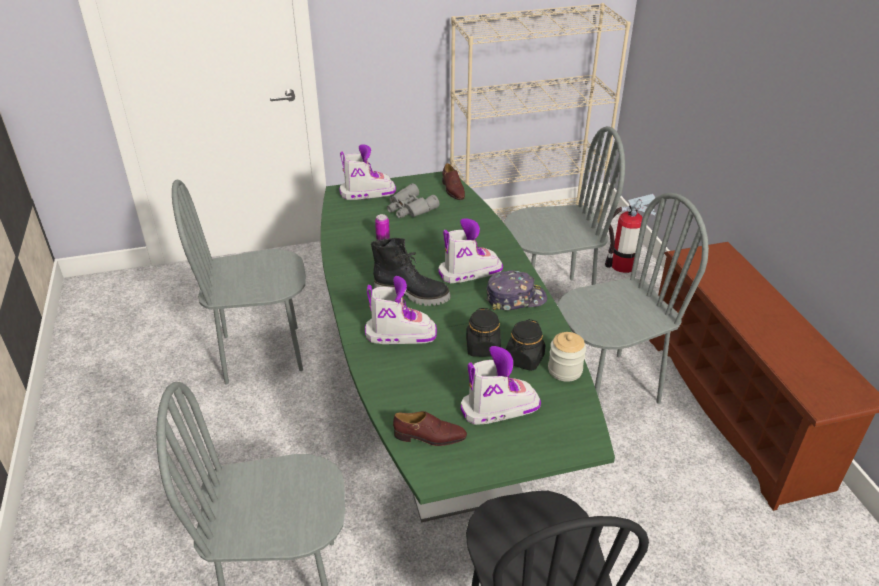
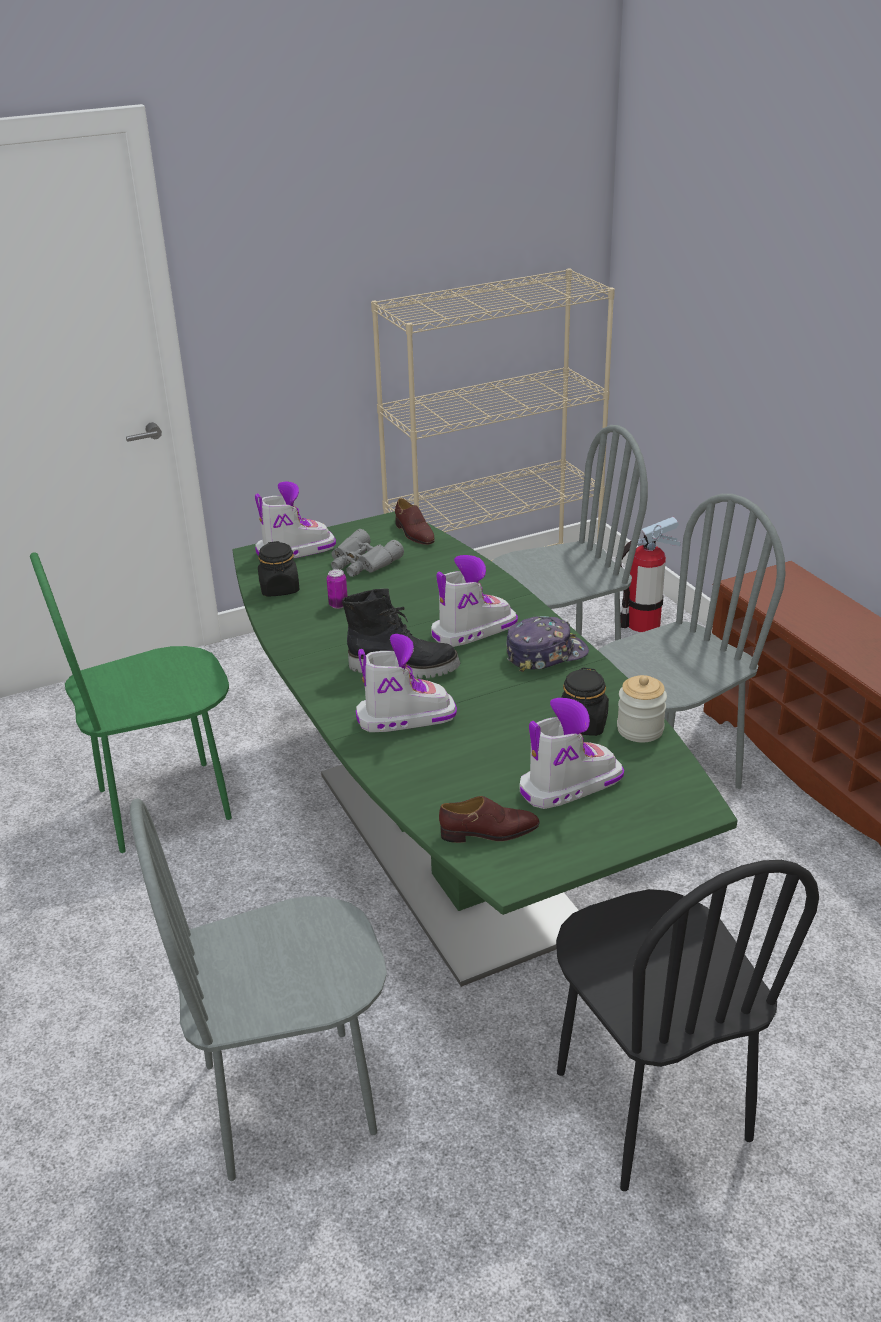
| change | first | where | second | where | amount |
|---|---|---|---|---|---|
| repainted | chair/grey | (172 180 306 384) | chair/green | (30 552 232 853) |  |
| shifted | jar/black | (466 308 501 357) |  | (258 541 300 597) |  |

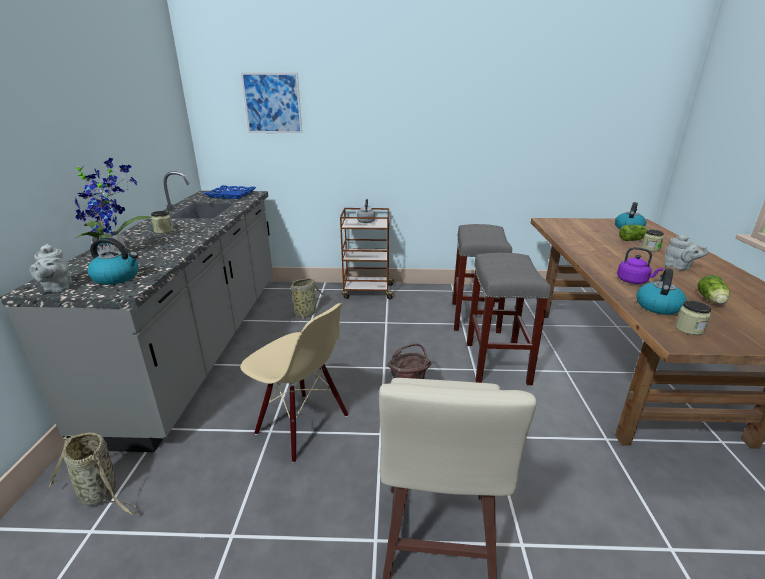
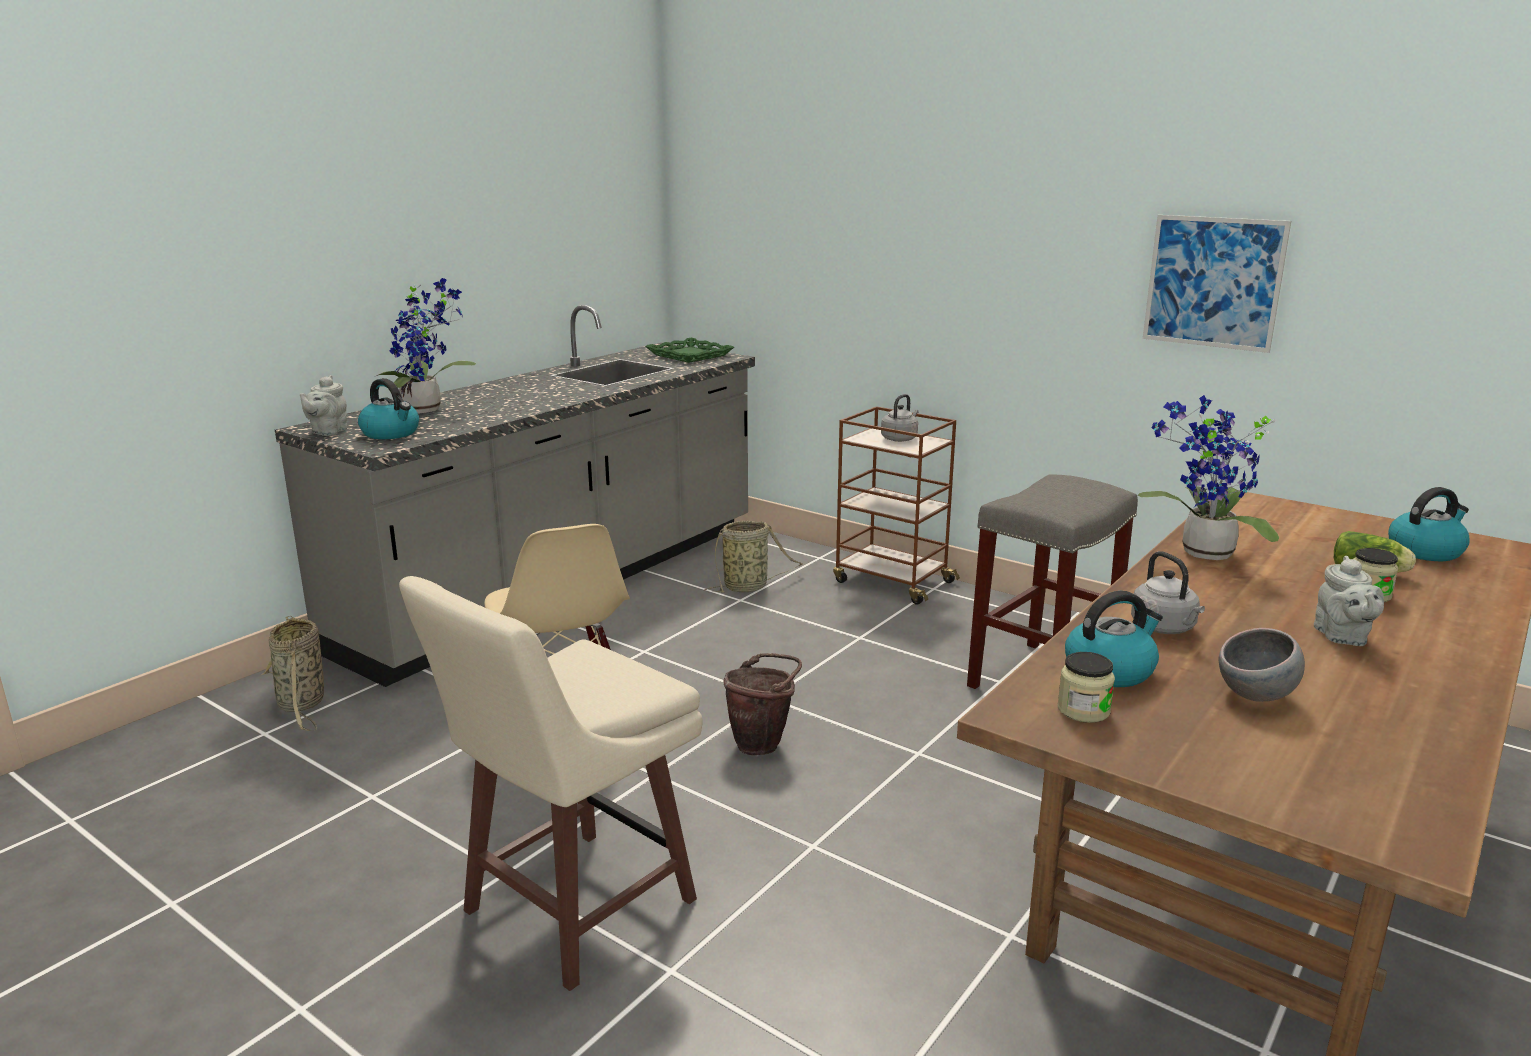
| change | first | where | second | where | amount |
|---|---|---|---|---|---|
| repainted | tray/blue | (204 185 256 199) | tray/green | (645 338 734 363) |  |
| repainted | kettle/purple | (617 247 663 284) | kettle/grey | (1131 551 1205 634) |  |
| new |  |  | potted plant | (1138 395 1279 560) |  |
| shifted | picture | (241 73 302 133) |  | (1143 215 1291 353) |  |
| swapped | lettuce | (697 275 730 304) | bowl/grey | (1218 628 1305 702) |  |
| gone | jar | (151 211 173 233) |  |  |  |
| gone | stool/grey | (467 253 551 385) |  |  |  |

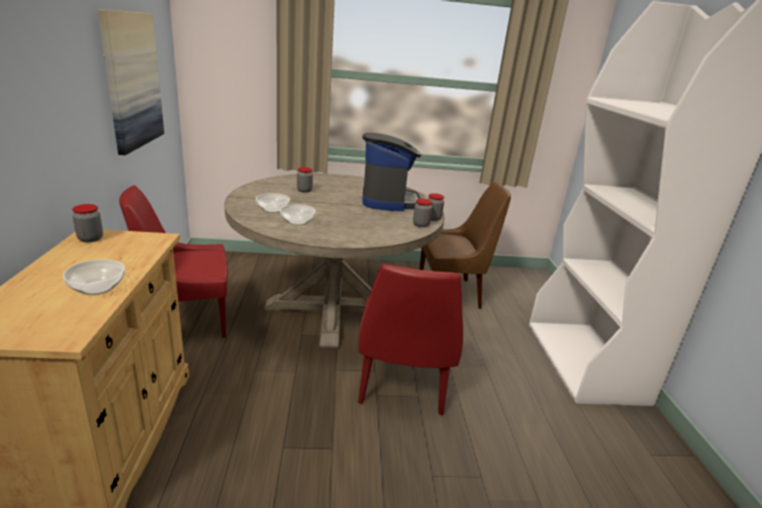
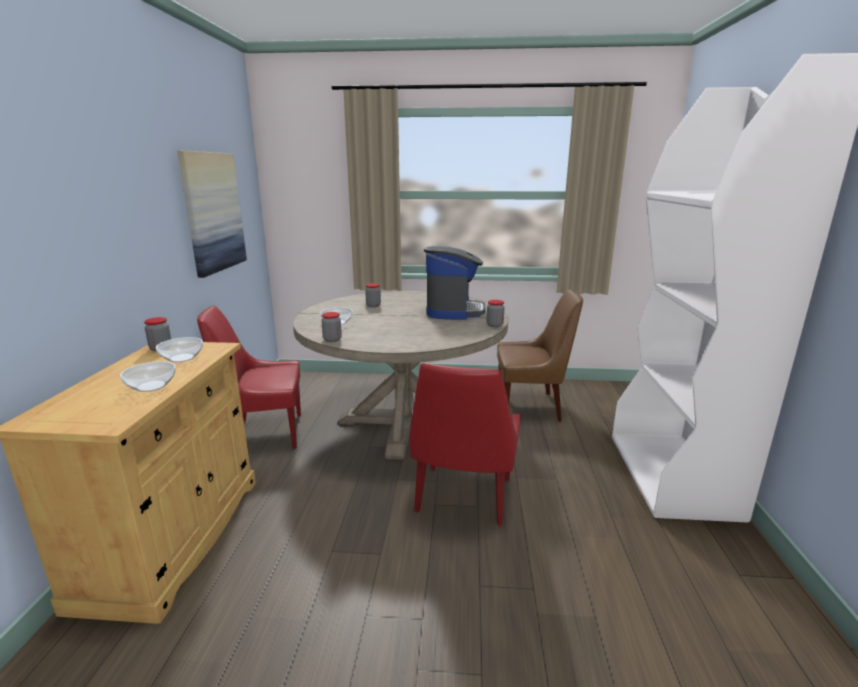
| change | first | where | second | where | amount |
|---|---|---|---|---|---|
| shifted | bowl | (280 204 316 225) |  | (156 337 203 362) |  |
| shifted | jar | (413 199 433 227) |  | (322 312 342 342) |  |

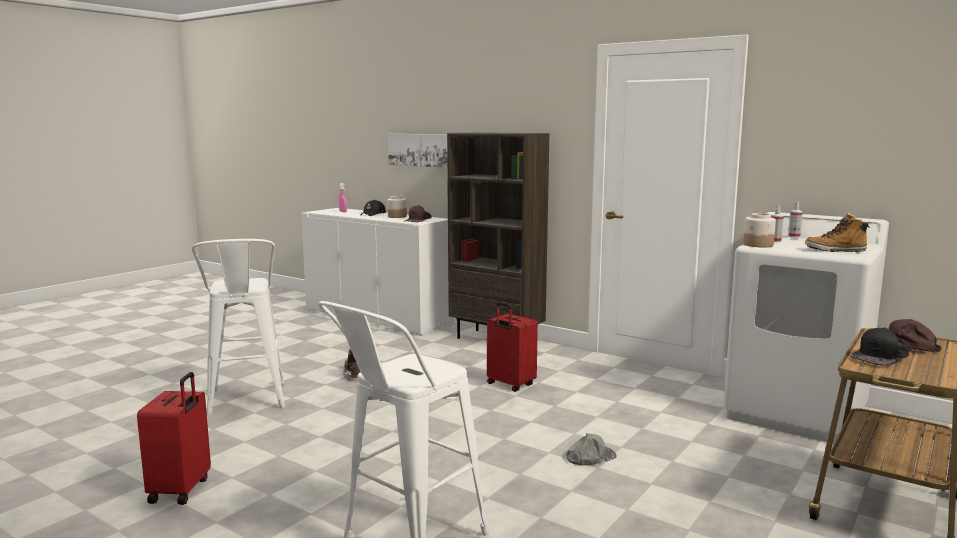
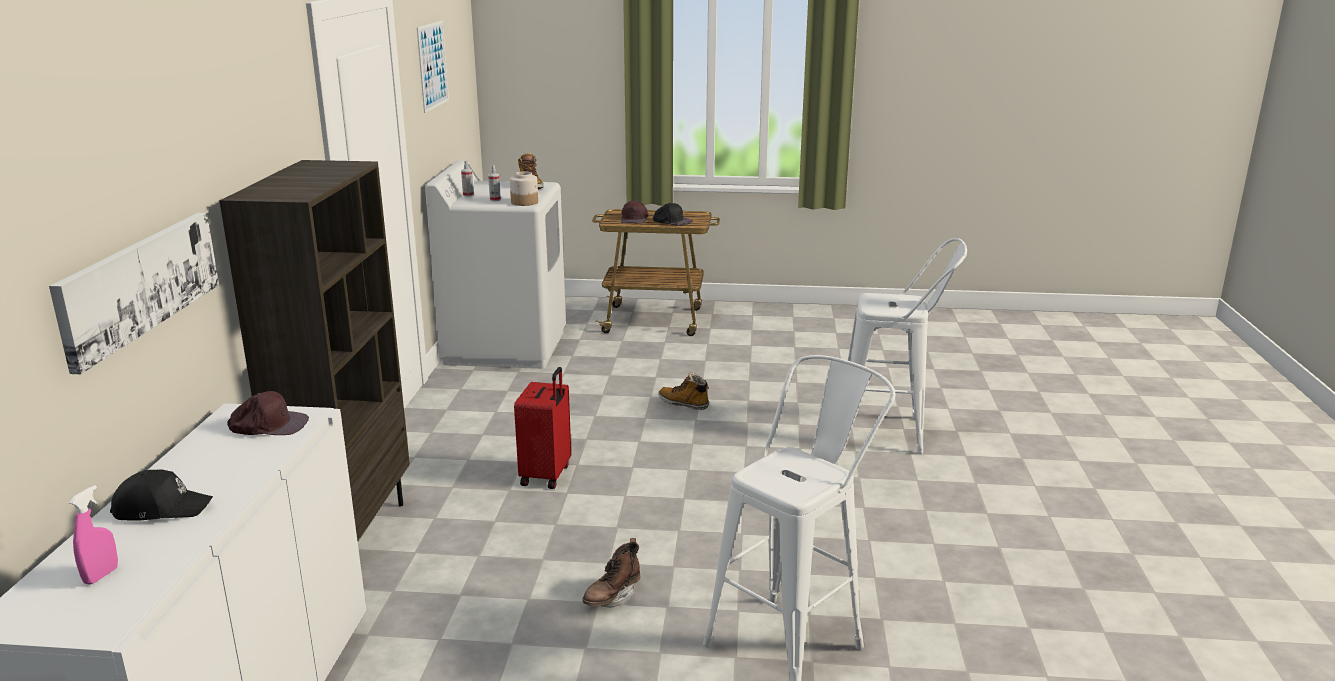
| change | first | where | second | where | amount |
|---|---|---|---|---|---|
| new |  |  | picture | (417 20 449 113) |  |
| swapped | cap/grey | (566 433 617 465) | boot | (658 372 709 410) |  |
| gone | suitcase/red | (137 372 211 505) |  |  |  |
| gone | jar | (387 196 407 218) |  |  |  |

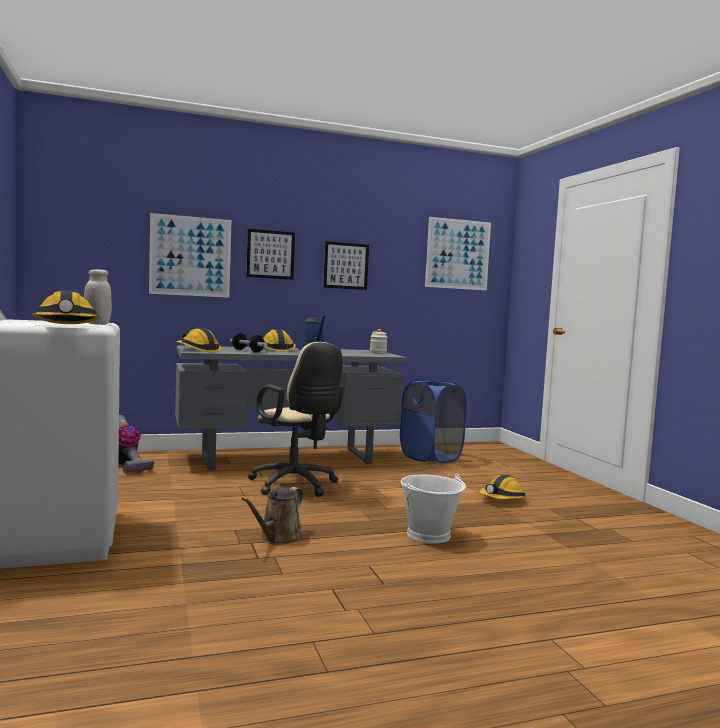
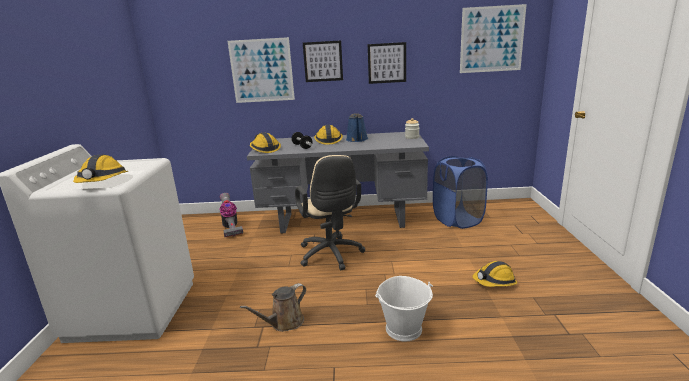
| change | first | where | second | where | amount |
|---|---|---|---|---|---|
| gone | jar/white | (84 269 112 325) |  |  |  |

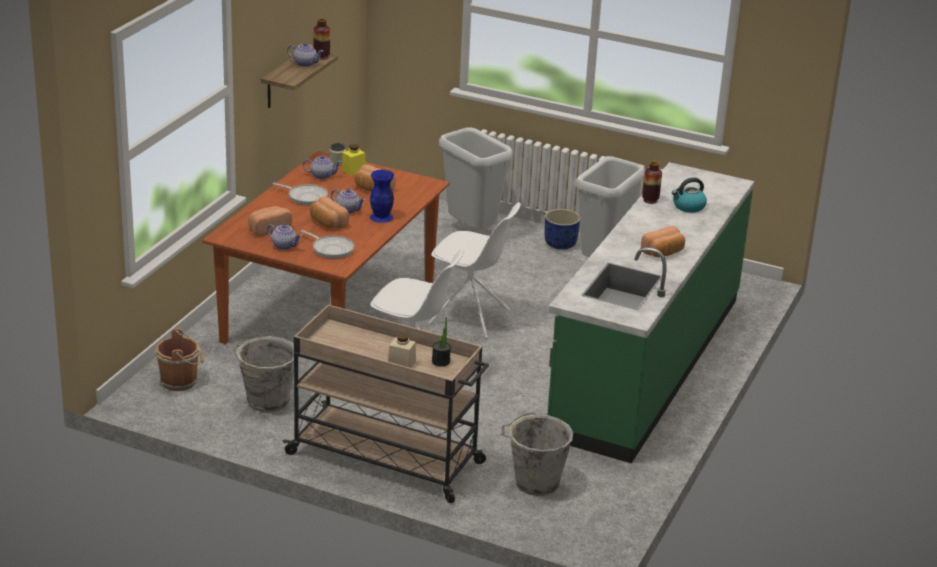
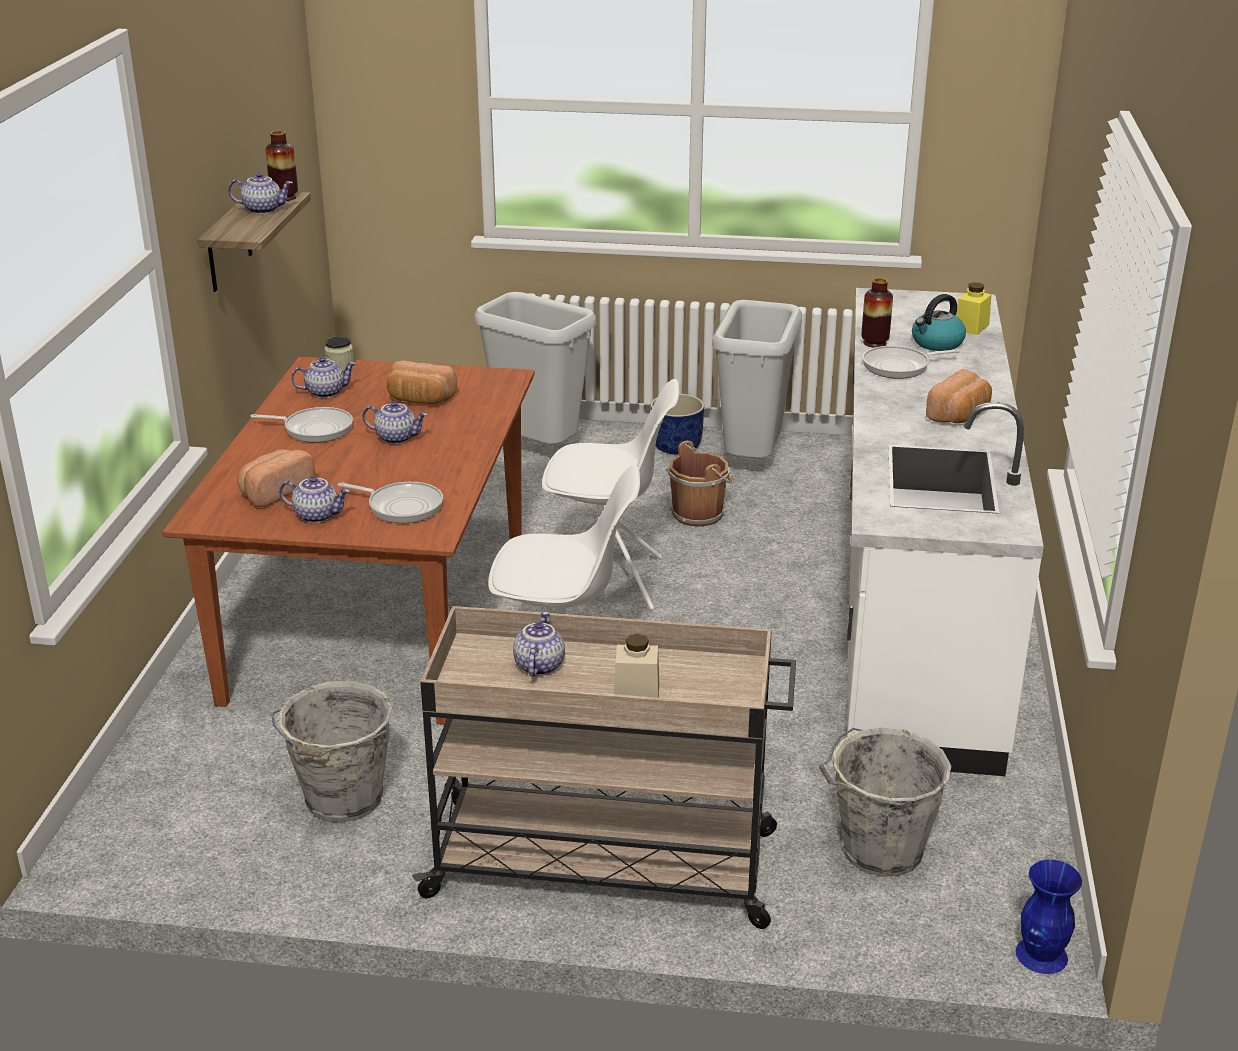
| change | first | where | second | where | amount |
|---|---|---|---|---|---|
| new |  |  | teapot | (513 612 565 676) |  |
| shifted | bucket/brown | (155 328 204 391) |  | (666 441 734 527) |  |
| repainted | counter/green | (547 162 754 463) | counter/white | (847 288 1044 776) |  |
| new |  |  | frying pan | (862 346 960 379) |  |
| shifted | jar/yellow | (342 144 366 176) |  | (956 282 992 335) |  |
| shifted | vase/blue | (370 170 394 223) |  | (1016 860 1082 974) |  |
| gone | bread | (310 196 349 228) |  |  |  |
| gone | potted plant | (432 317 451 367) |  |  |  |

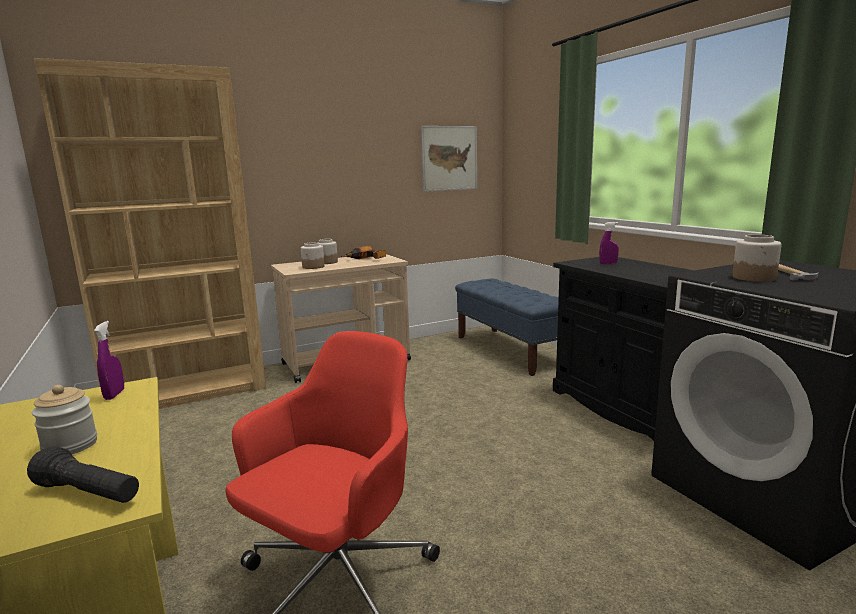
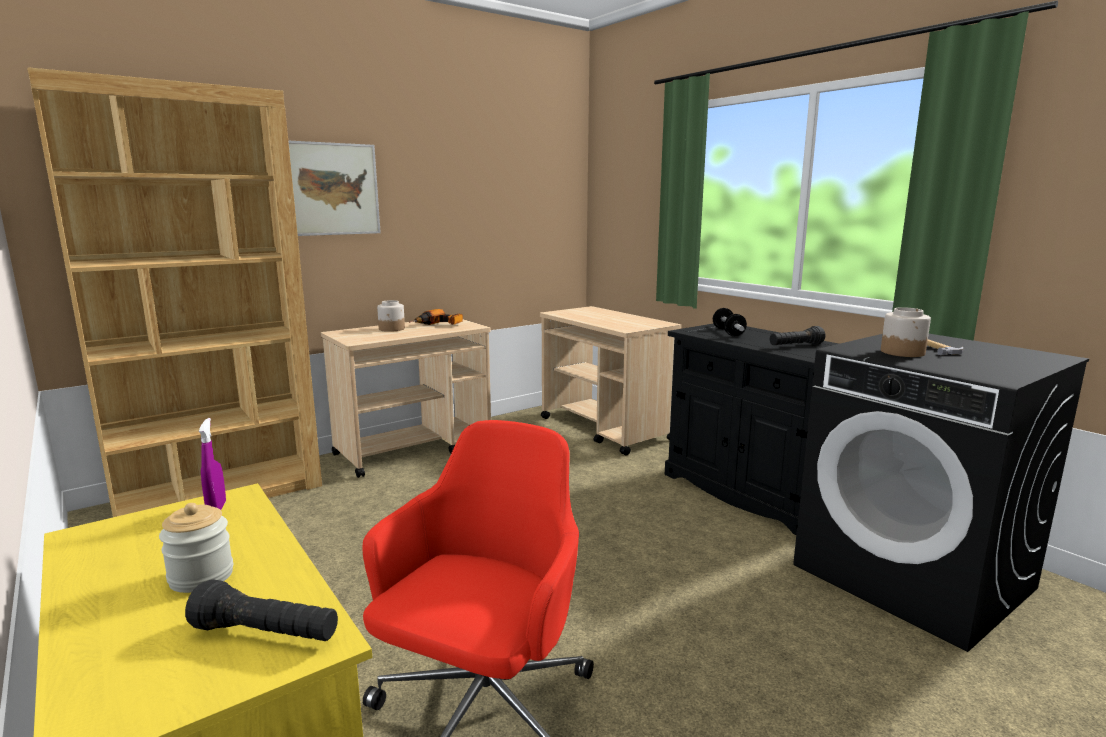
| change | first | where | second | where | amount |
|---|---|---|---|---|---|
| shifted | picture | (421 126 477 192) |  | (288 141 381 236) |  |
| swapped | bench/blue | (455 279 559 376) | cart/beige | (540 306 681 456) |  |
| swapped | spray bottle/purple | (599 222 619 264) | dumbbell | (713 308 747 336) |  |
| new |  |  | flashlight/black | (770 326 825 345) |  |
| gone | jar | (301 242 325 269) |  |  |  |

